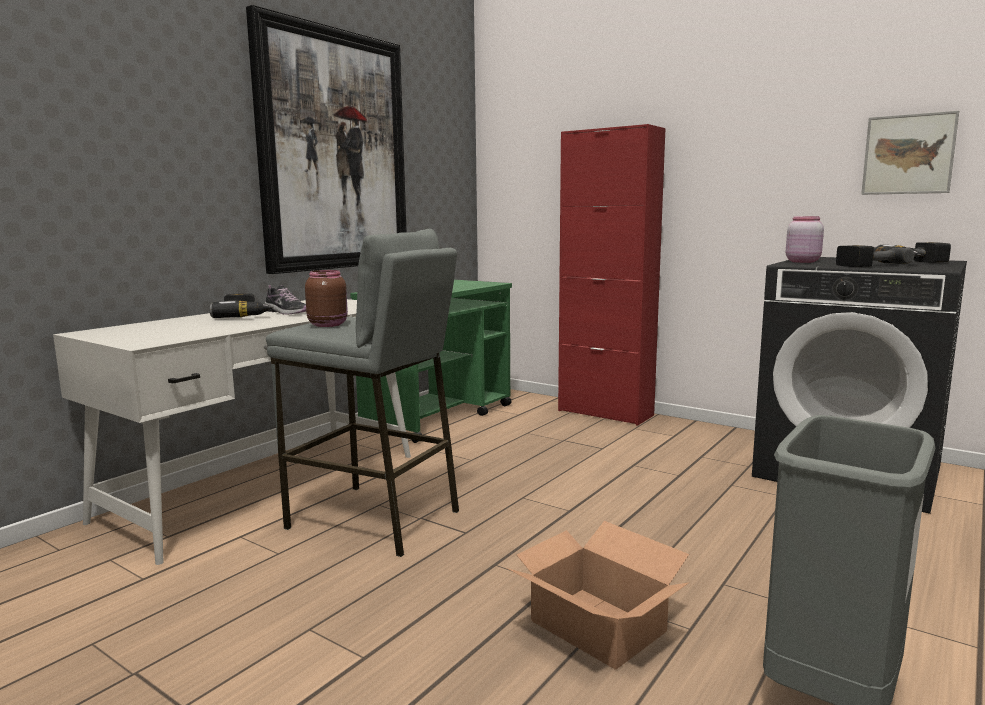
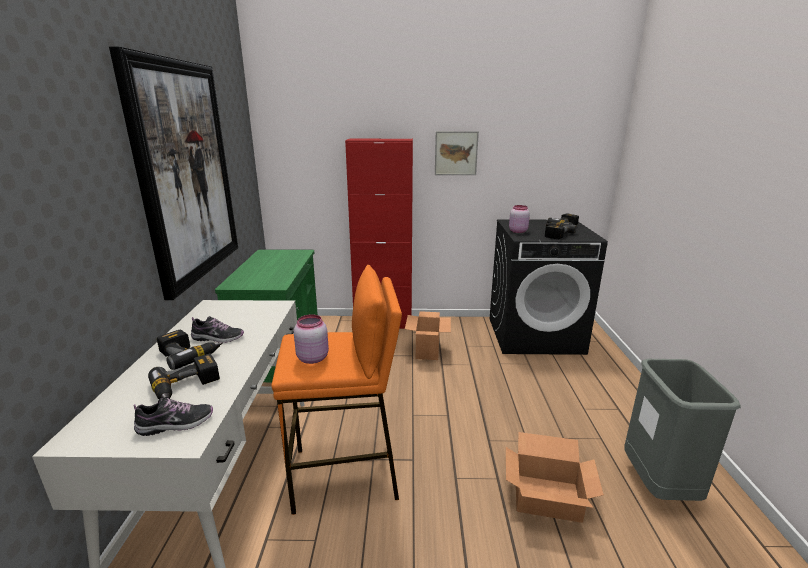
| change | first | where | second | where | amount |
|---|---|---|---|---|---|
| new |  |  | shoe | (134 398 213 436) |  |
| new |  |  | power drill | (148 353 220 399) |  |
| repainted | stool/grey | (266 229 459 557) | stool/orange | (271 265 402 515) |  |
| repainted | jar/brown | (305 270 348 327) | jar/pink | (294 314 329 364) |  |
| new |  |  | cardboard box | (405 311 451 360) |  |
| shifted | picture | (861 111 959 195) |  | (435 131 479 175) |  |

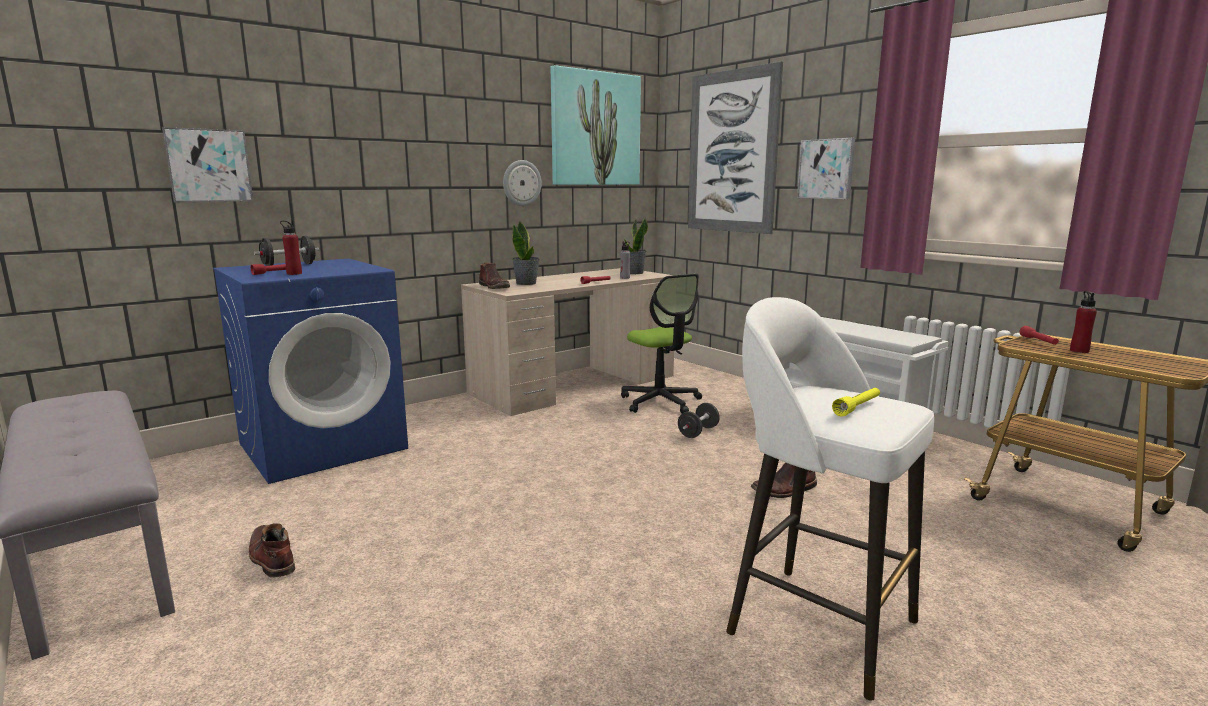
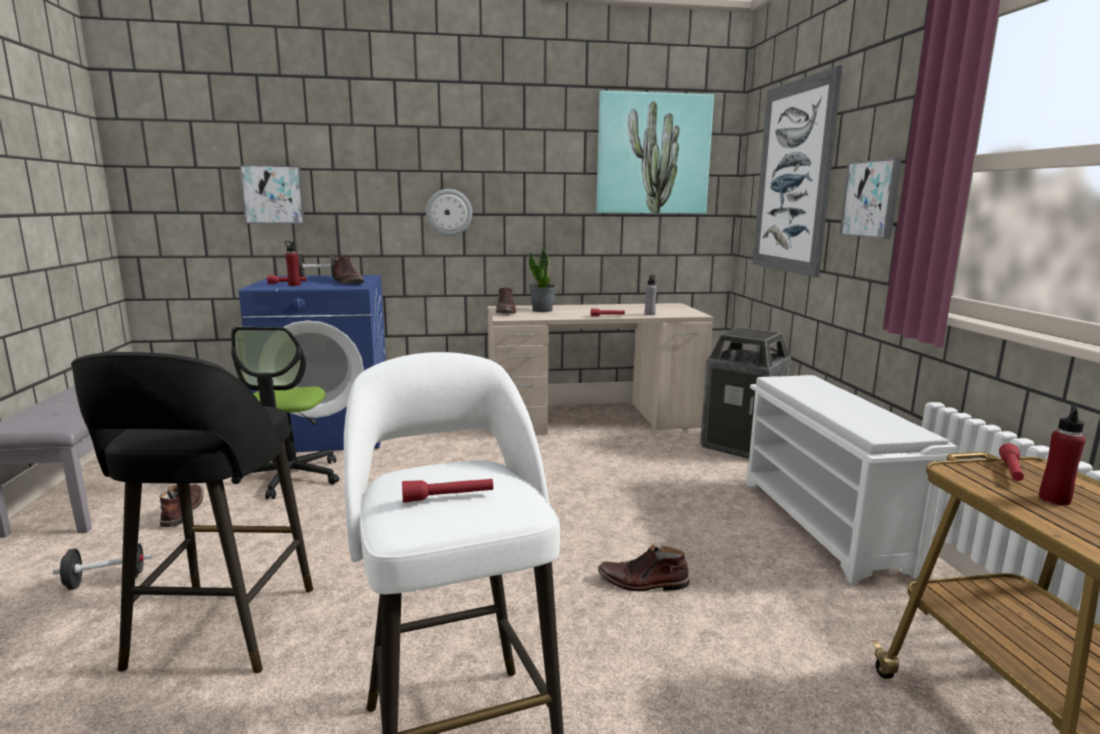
| change | first | where | second | where | amount |
|---|---|---|---|---|---|
| shifted | dumbbell/black | (678 403 720 438) |  | (53 543 152 590) |  |
| new |  |  | stool/black | (71 352 313 673) |  |
| shifted | office chair | (621 274 702 414) |  | (231 327 339 499) |  |
| new |  |  | boot/brown | (334 257 364 284) |  |
| repainted | flashlight/yellow | (832 388 880 416) | flashlight/red | (402 479 493 503) |  |
| shifted | wall clock | (503 160 542 206) |  | (426 189 472 236) |  |
| new |  |  | trash can | (700 327 791 459) |  |
| gone | potted plant | (624 218 648 274) |  |  |  |

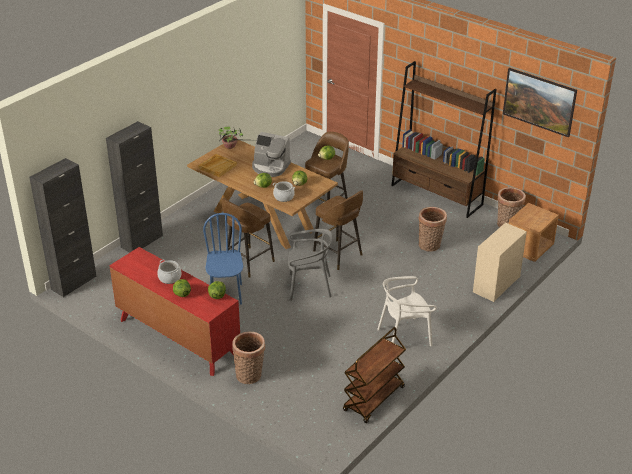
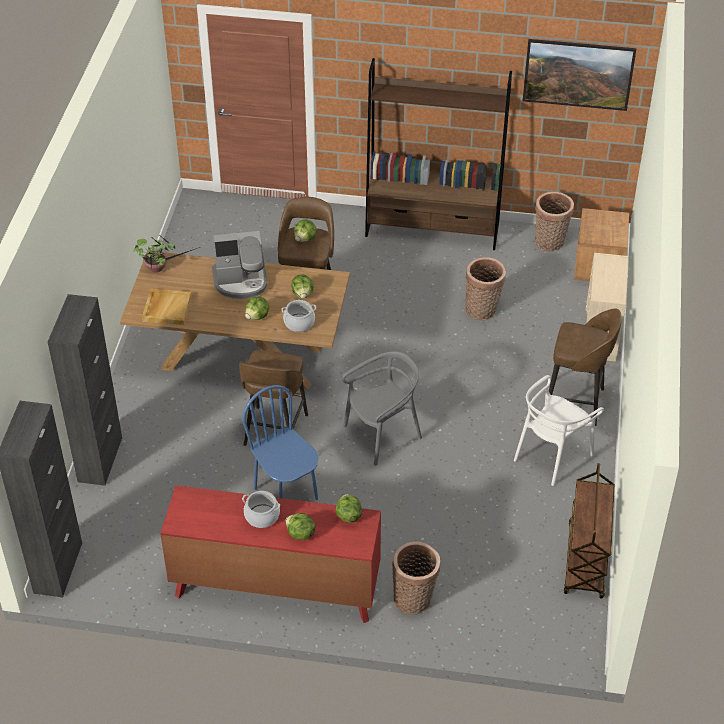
| change | first | where | second | where | amount |
|---|---|---|---|---|---|
| shifted | stool/brown | (313 190 363 270) |  | (549 309 622 426) |  |

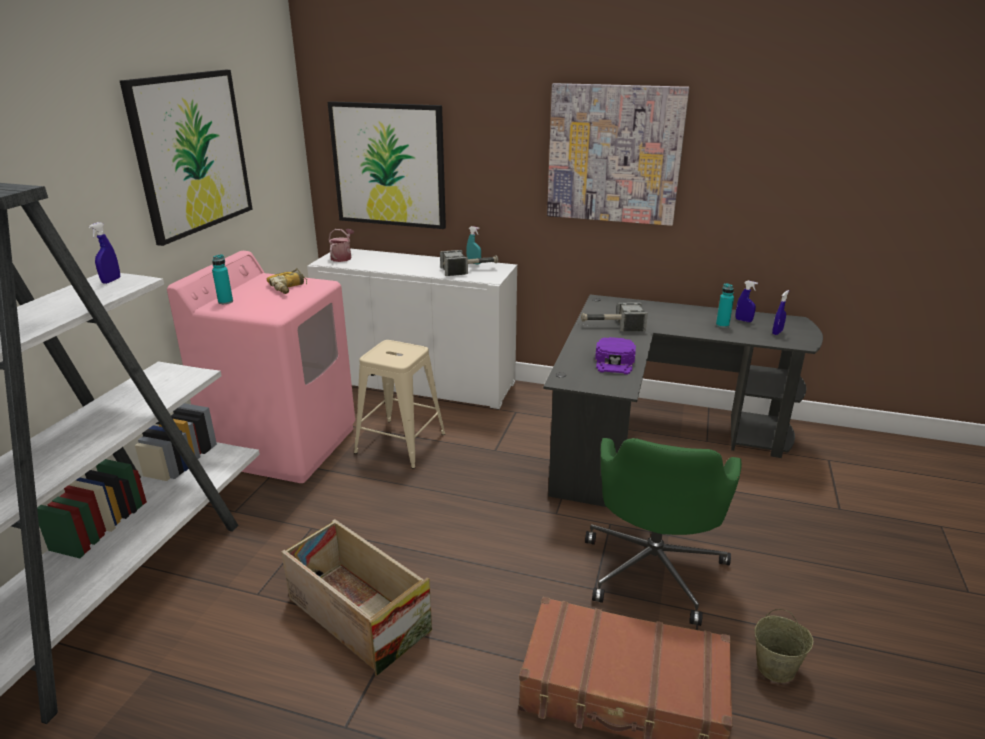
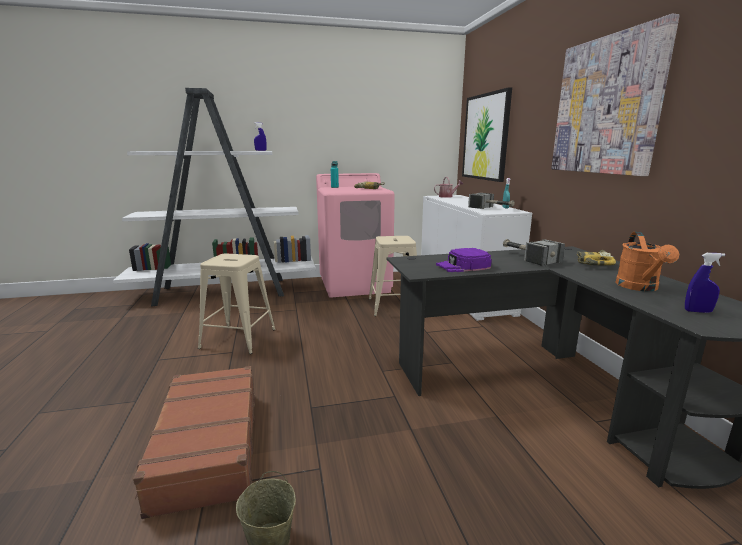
| change | first | where | second | where | amount |
|---|---|---|---|---|---|
| swapped | crate | (281 519 432 676) | stool/beige | (198 254 276 354) |  |
| new |  |  | power drill | (577 250 616 265) |  |
| swapped | bottle/turquoise | (716 283 734 328) | watering can/orange | (615 232 679 291) |  |
| gone | picture | (120 70 253 246) |  |  |  |
| gone | office chair/green | (585 438 742 626) |  |  |  |
| gone | spray bottle/blue | (736 281 758 322) |  |  |  |

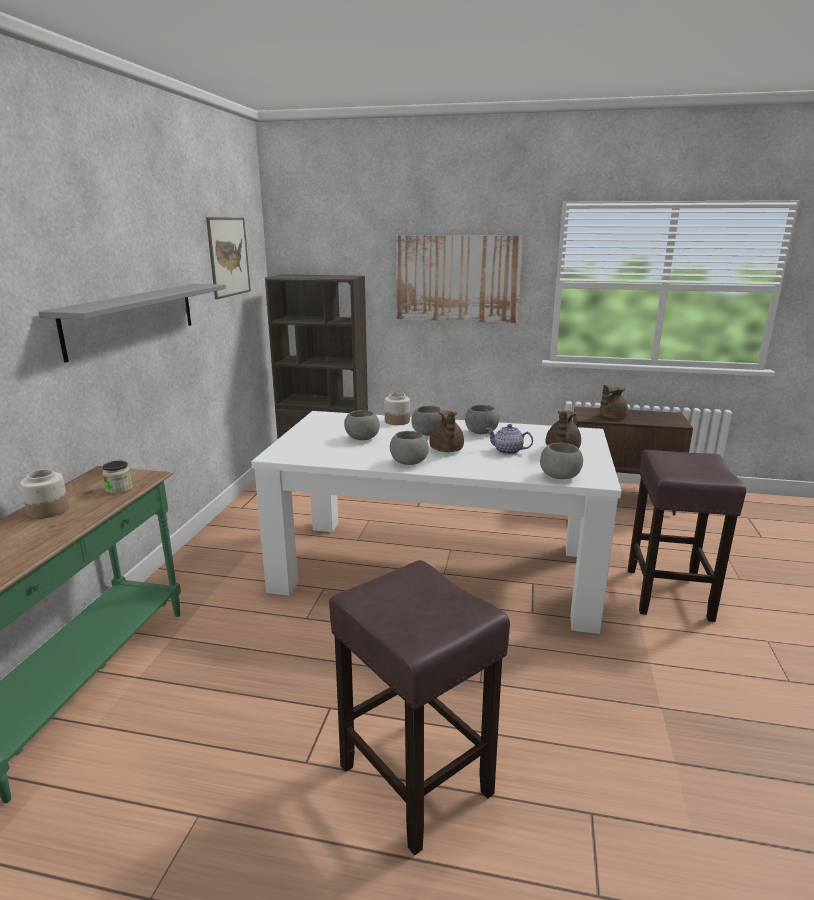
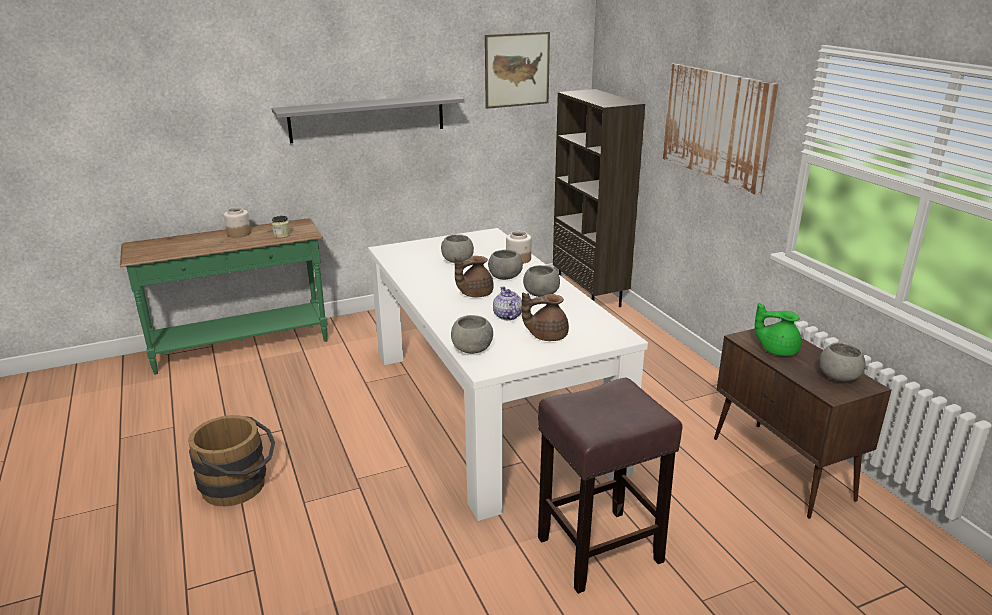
| change | first | where | second | where | amount |
|---|---|---|---|---|---|
| swapped | stool/brown | (329 560 510 855) | bucket/brown | (188 415 275 507) |  |
| repainted | teapot/brown | (600 385 628 418) | teapot/green | (755 303 801 356) |  |
| shifted | bowl/grey | (390 431 429 465) |  | (820 343 866 382) |  |

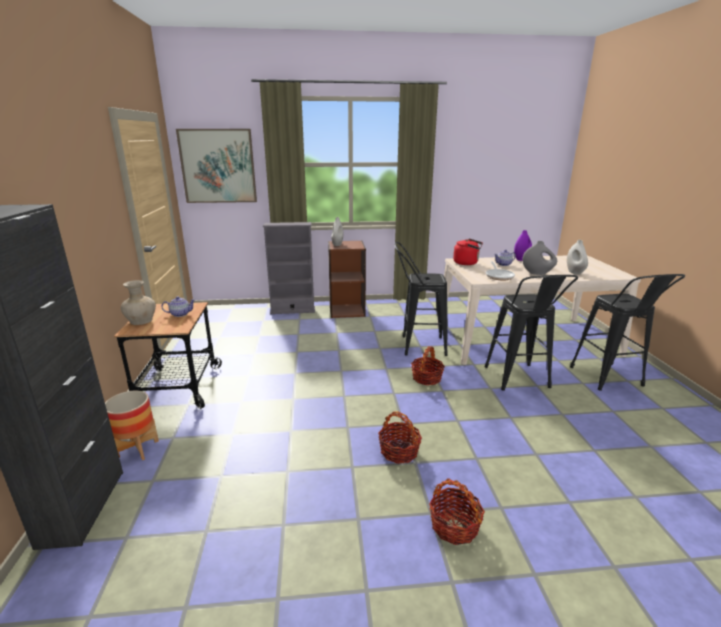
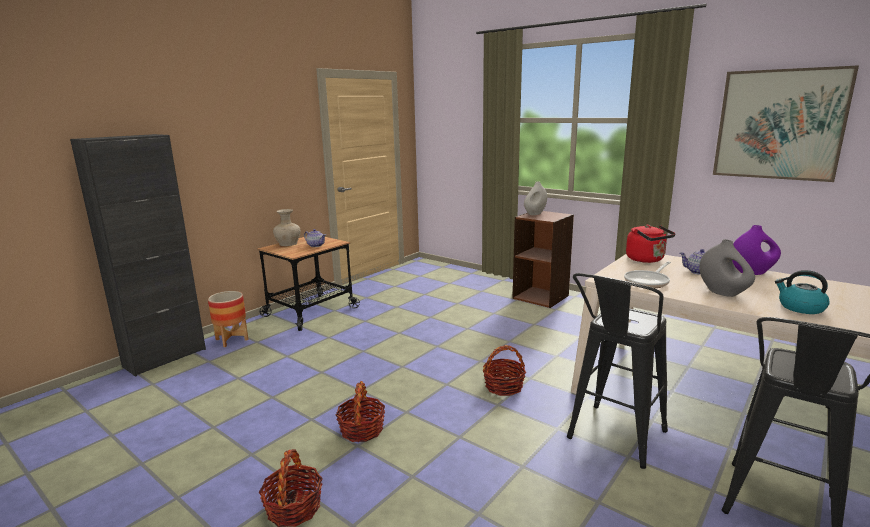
| change | first | where | second | where | amount |
|---|---|---|---|---|---|
| shifted | picture | (176 129 257 203) |  | (713 65 859 182) |  |
| swapped | vase/white | (567 240 588 275) | kettle | (775 270 830 314) |  |
| gone | bookcase/grey | (263 222 315 314) |  |  |  |
| gone | stool/black | (394 242 448 356) |  |  |  |

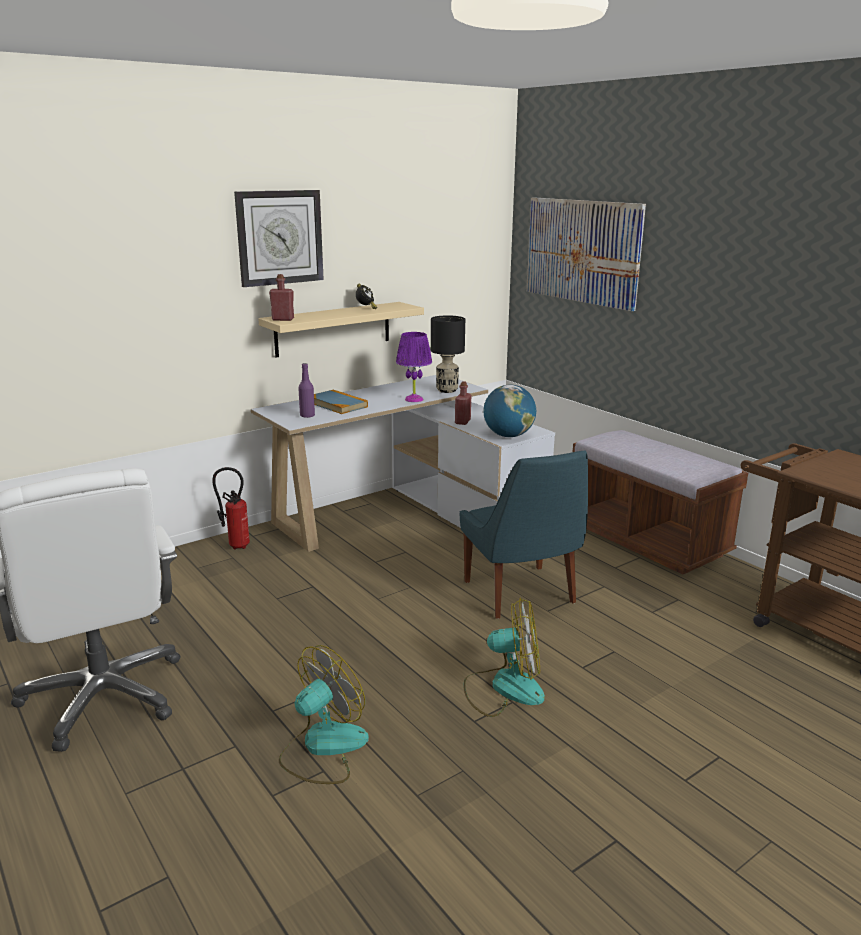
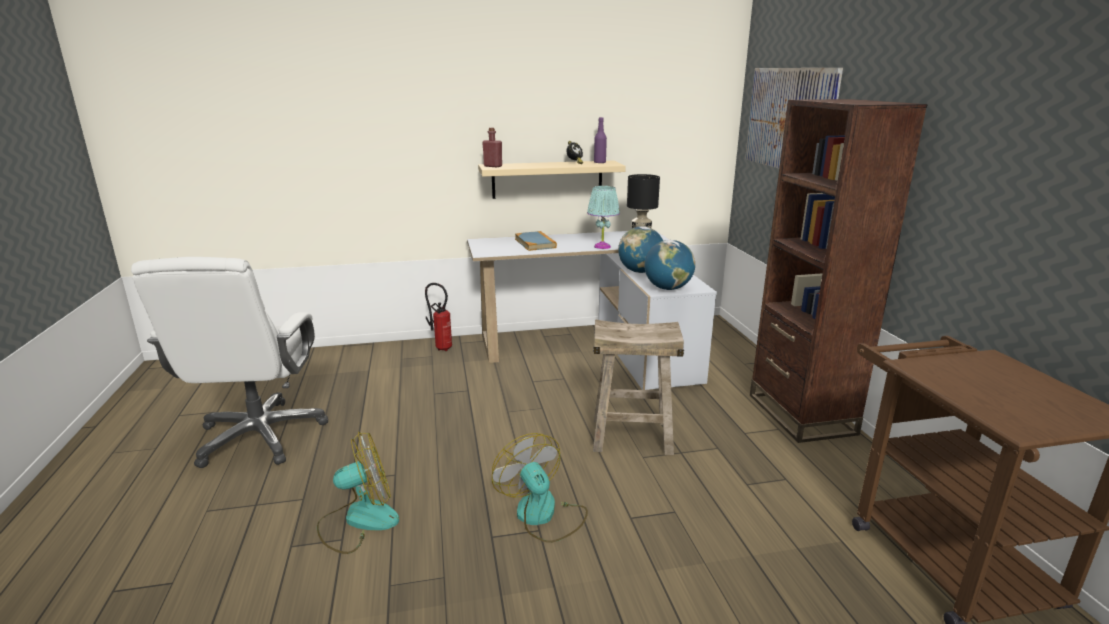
| change | first | where | second | where | amount |
|---|---|---|---|---|---|
| rotated | fan | (463 598 545 717) |  | (492 433 588 543) | 150 degrees counterclockwise |
| repainted | table lamp/purple | (396 332 432 402) | table lamp/turquoise | (587 186 620 249) |  |
| swapped | chair/blue | (460 450 588 619) | stool/beige | (593 319 684 455) |  |
| shifted | bottle/purple | (298 363 315 418) |  | (594 117 607 164) |  |
| swapped | bottle/red | (455 381 471 425) | globe | (618 226 663 273) |  |
| swapped | bench/brown | (573 430 748 575) | bookcase/brown | (750 99 928 443) |  |
| gone | wall clock | (234 190 324 287) |  |  |  |

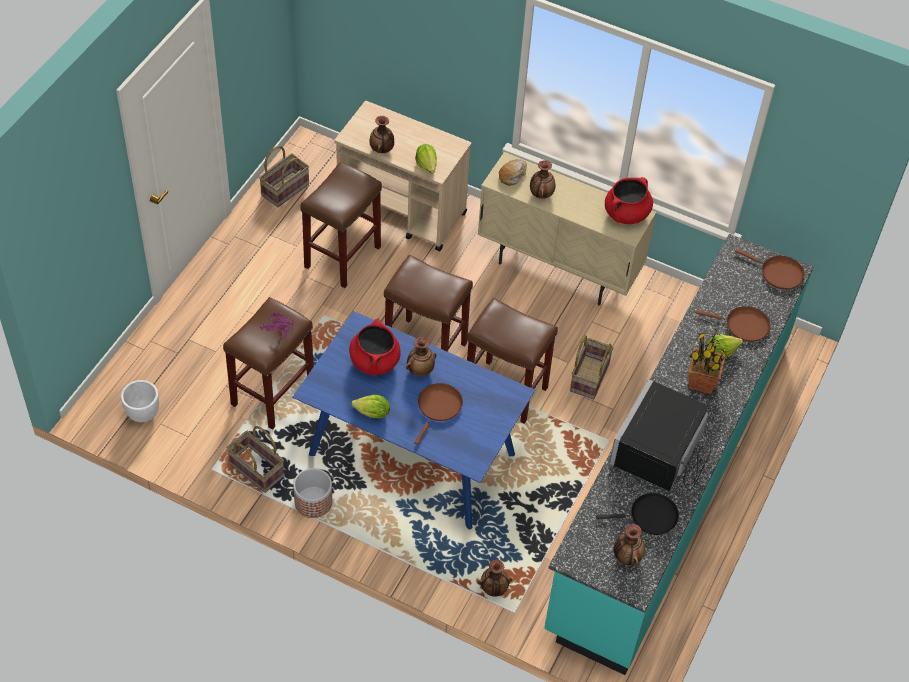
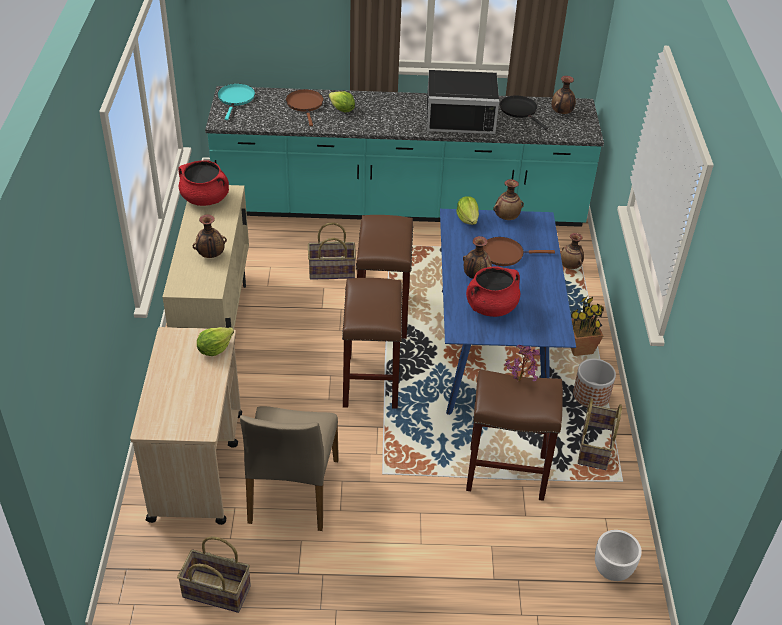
| change | first | where | second | where | amount |
|---|---|---|---|---|---|
| repainted | frying pan/brown | (735 249 805 290) | frying pan/turquoise | (217 84 255 120) |  |
| swapped | stool/brown | (300 162 382 288) | chair/beige | (240 406 339 531) |  |
| shifted | lettuce | (351 395 390 419) |  | (456 196 479 225) |  |
| shifted | vase | (369 116 394 153) |  | (493 179 524 220) |  |
| shifted | potted plant | (688 328 728 394) |  | (571 297 604 356) |  |
| gone | bread | (499 159 527 186) |  |  |  |

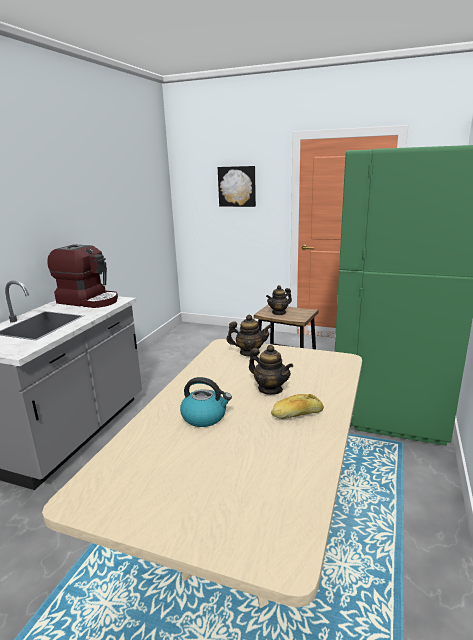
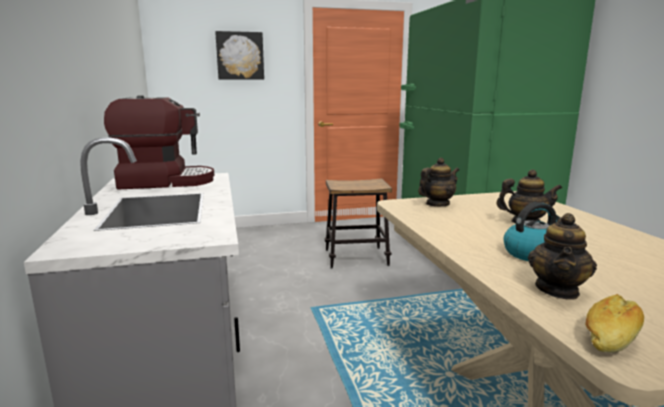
| change | first | where | second | where | amount |
|---|---|---|---|---|---|
| shifted | teapot | (266 285 292 315) |  | (528 213 597 299) |  |
| shifted | bread | (271 394 324 419) |  | (585 294 644 353) |  |

